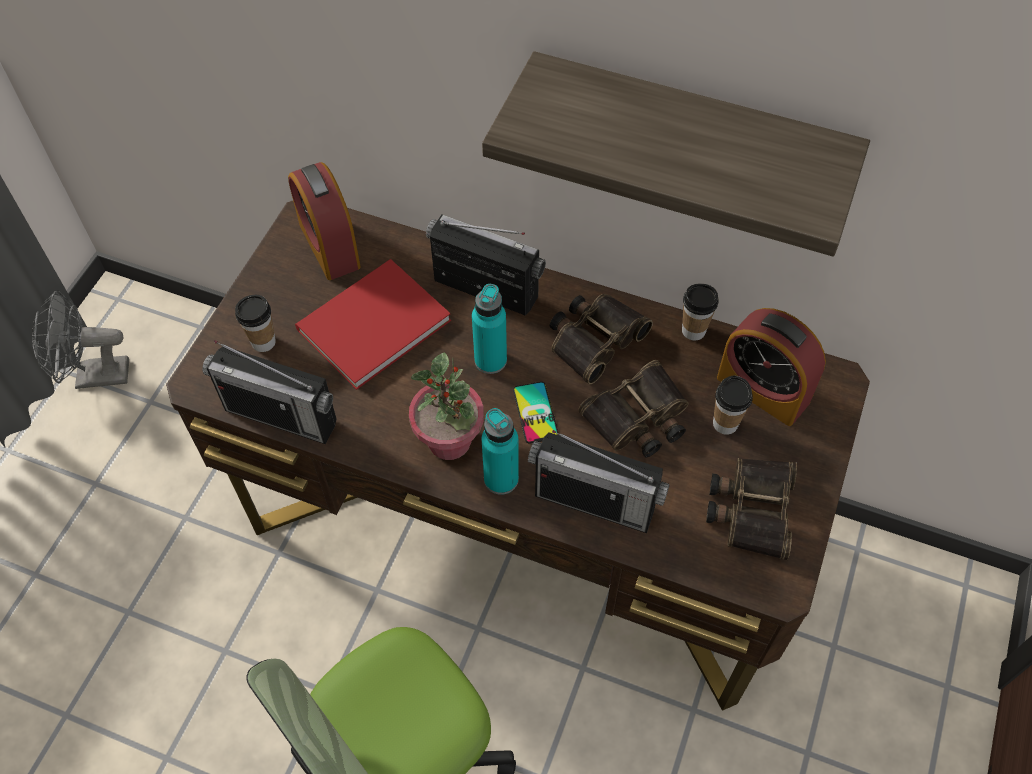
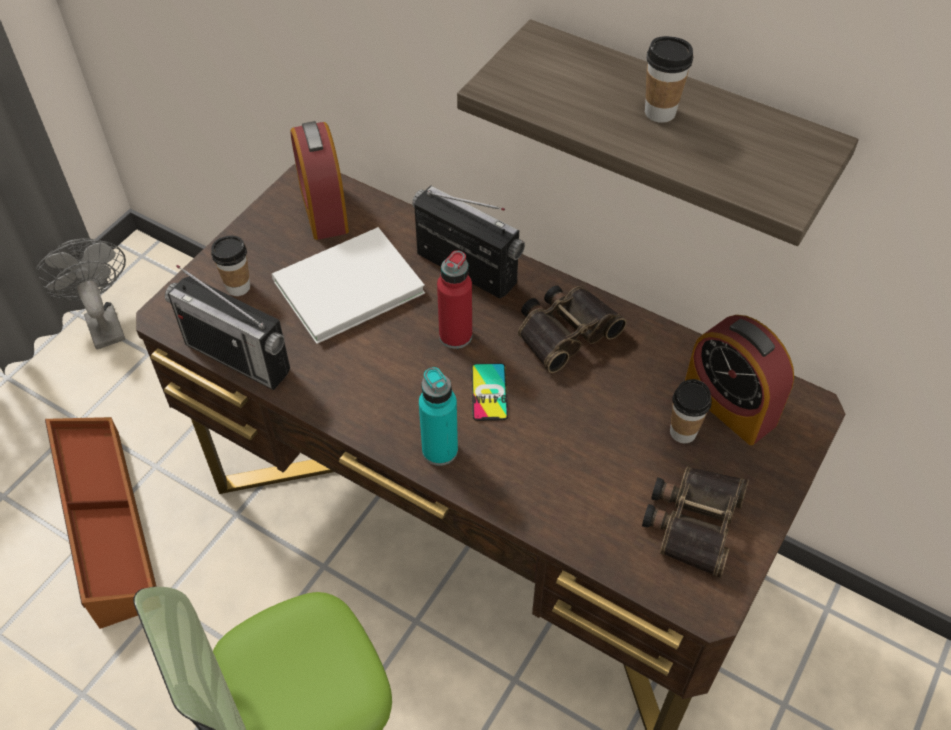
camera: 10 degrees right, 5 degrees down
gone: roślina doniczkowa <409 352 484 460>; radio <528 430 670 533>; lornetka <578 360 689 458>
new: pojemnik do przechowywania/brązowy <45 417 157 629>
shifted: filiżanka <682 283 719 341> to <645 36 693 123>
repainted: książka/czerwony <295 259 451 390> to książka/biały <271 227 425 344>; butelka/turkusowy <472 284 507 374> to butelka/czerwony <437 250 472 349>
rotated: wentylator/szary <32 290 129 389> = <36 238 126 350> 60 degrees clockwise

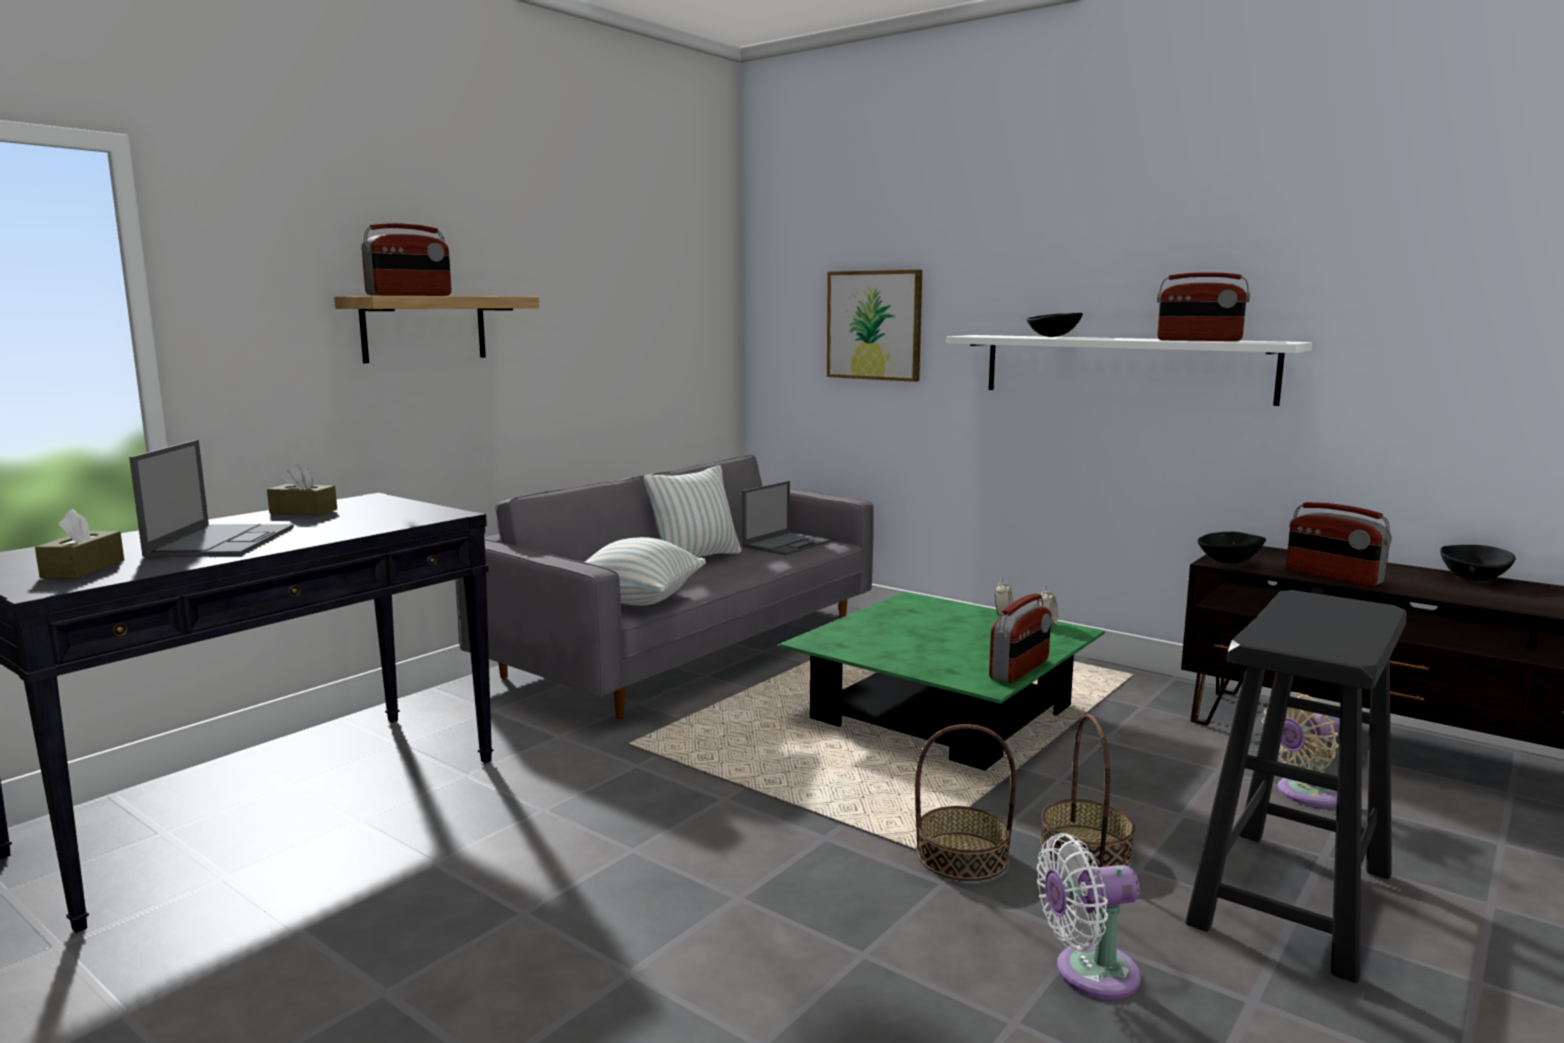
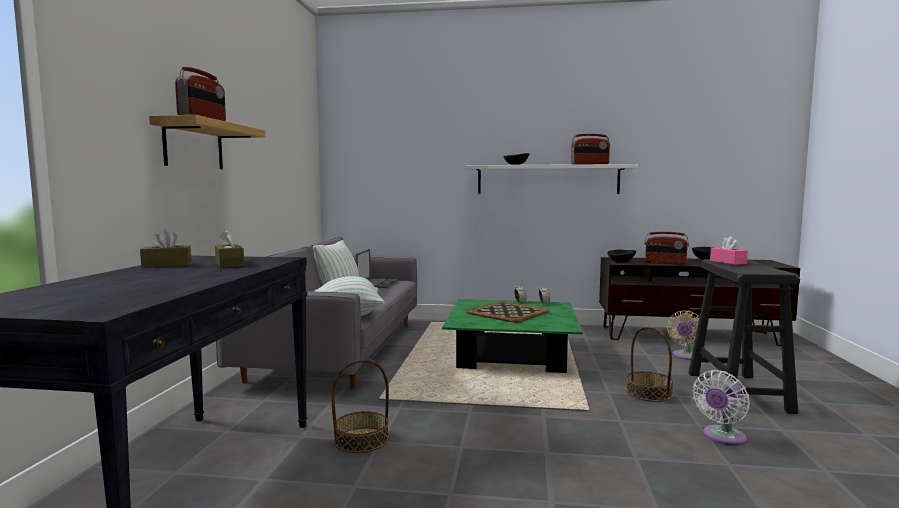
camera: 30 degrees left, 5 degrees down
gone: laptop <129 440 294 557>; obraz <827 270 922 382>; radio <989 593 1051 683>
new: taca <467 301 549 323>; pudełko chusteczek/różowy <710 236 748 265>
shifted: pudełko chusteczek/brązowy <35 509 124 579> to <215 229 244 268>; koszyk <915 724 1016 881> to <332 359 389 453>

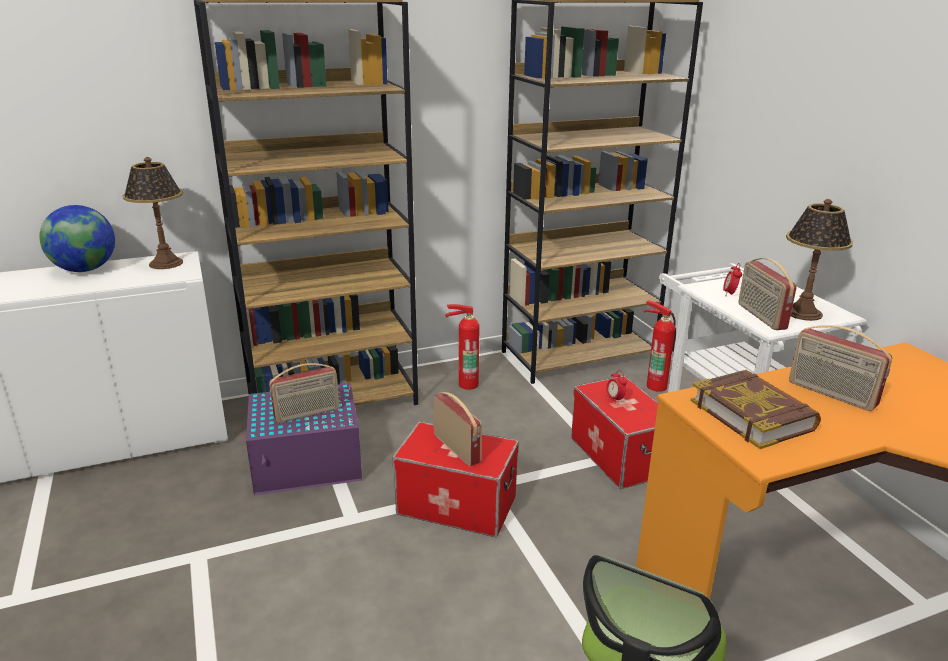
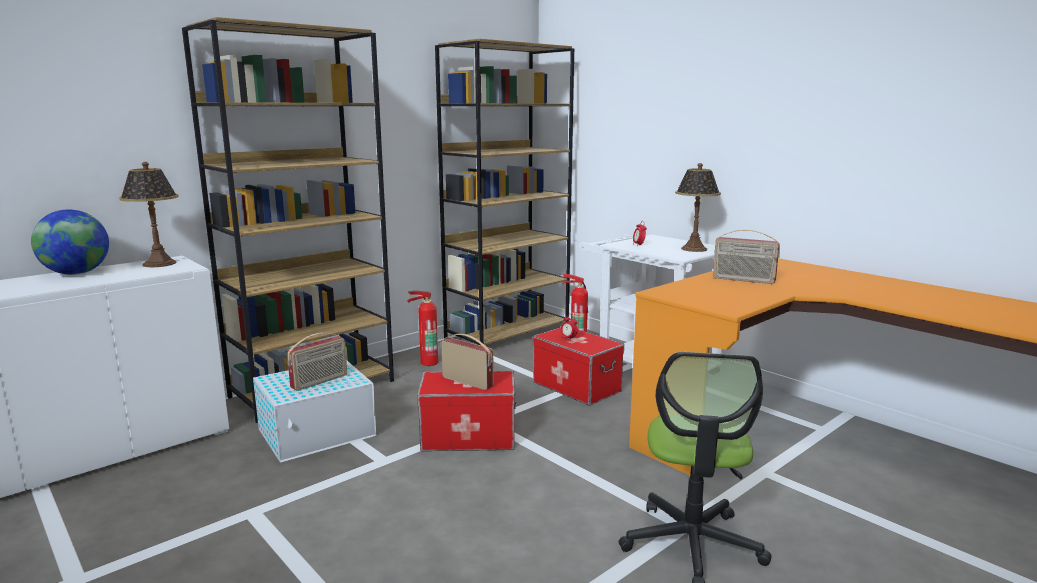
camera: 20 degrees left, 10 degrees down
gone: książka <691 370 821 449>; radio <738 258 797 330>
repainted: pojemnik do przechowywania/fioletowy <246 383 362 495> to pojemnik do przechowywania/biały <253 361 376 462>

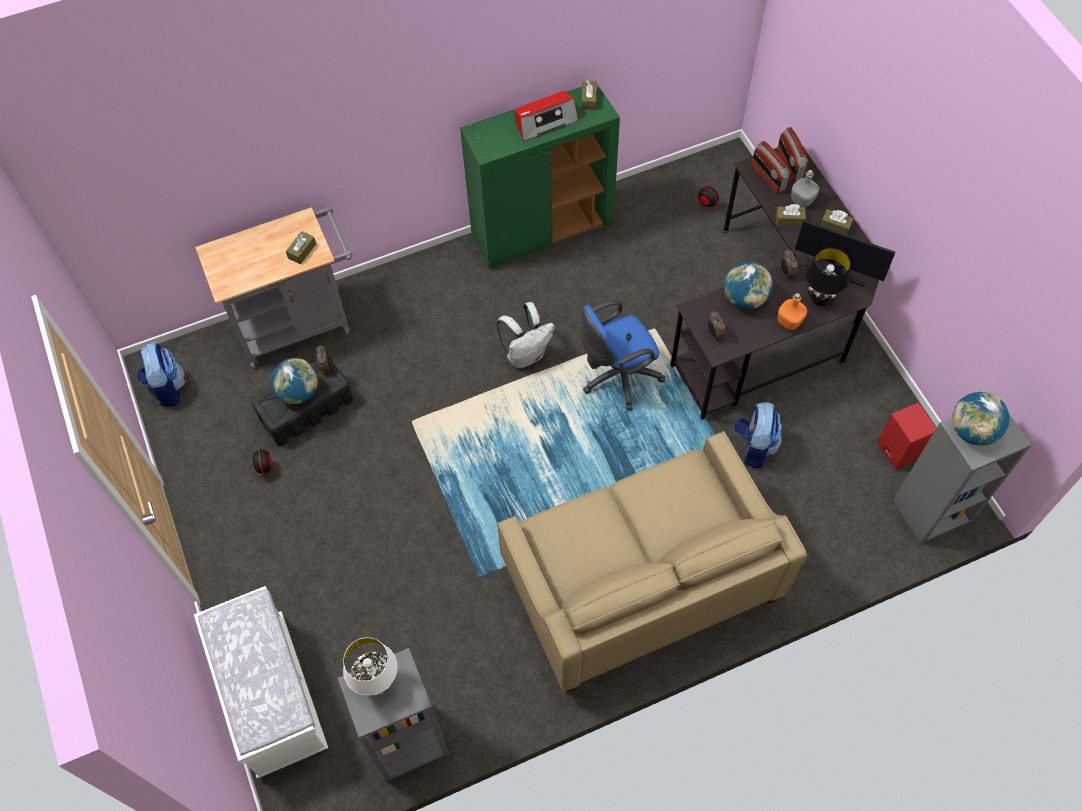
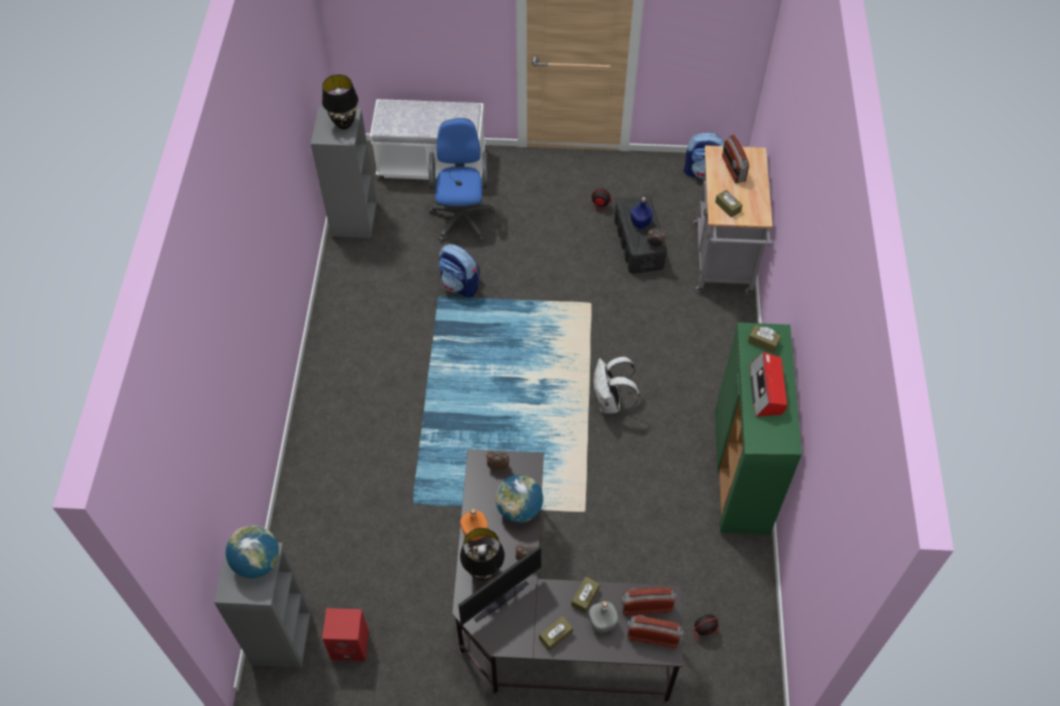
camera: 115 degrees right, 5 degrees down
gone: kanapa/beżowy <497 431 807 693>
new: radio <722 135 749 183>
shifted: krzesło biurowe/niebieski <581 300 665 411> to <429 118 495 242>; pudełko chusteczek/brązowy <582 81 597 110> to <748 325 781 353>; plecak <734 402 782 469> to <439 244 480 298>
swapped: globus <271 358 318 404> to butelka/niebieski <631 197 653 229>
repainted: lampa stołowa/biały <343 637 397 696> to lampa stołowa/czarny <322 75 358 129>

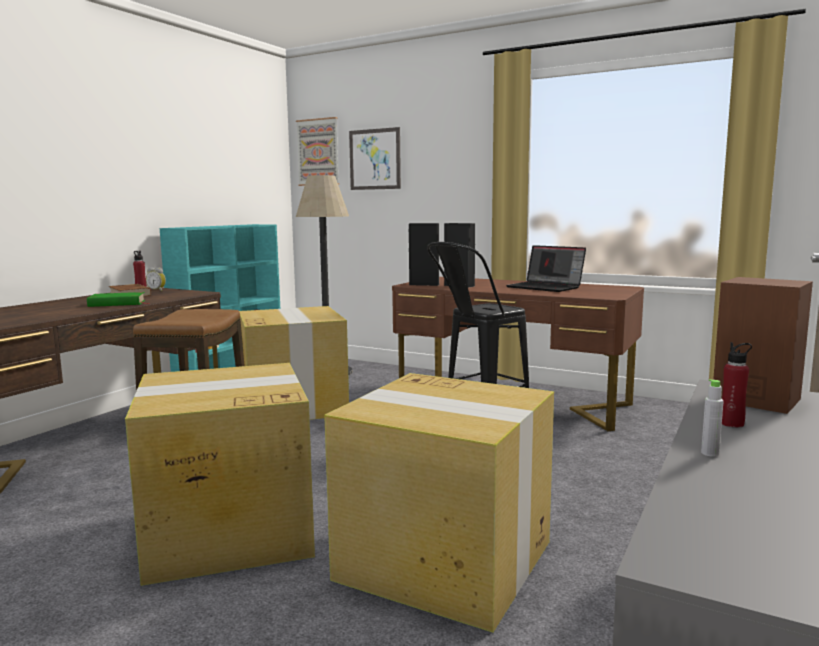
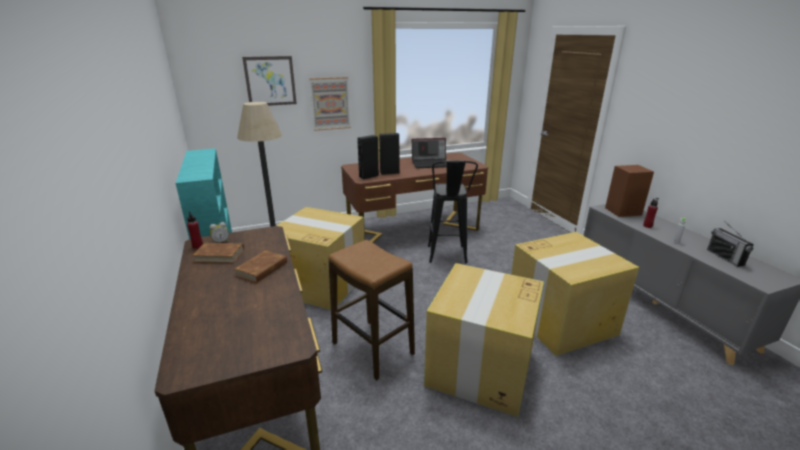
camera: 50 degrees left, 15 degrees up
new: radio <707 220 754 267>
shifted: obraz <296 117 339 186> to <309 77 351 131>
repainted: książka/zielony <87 292 150 307> to książka/brązowy <235 250 288 283>

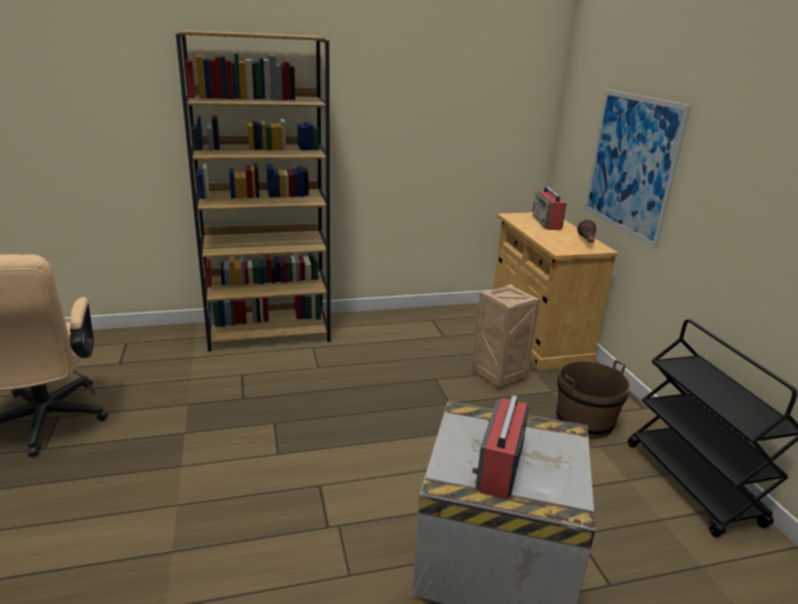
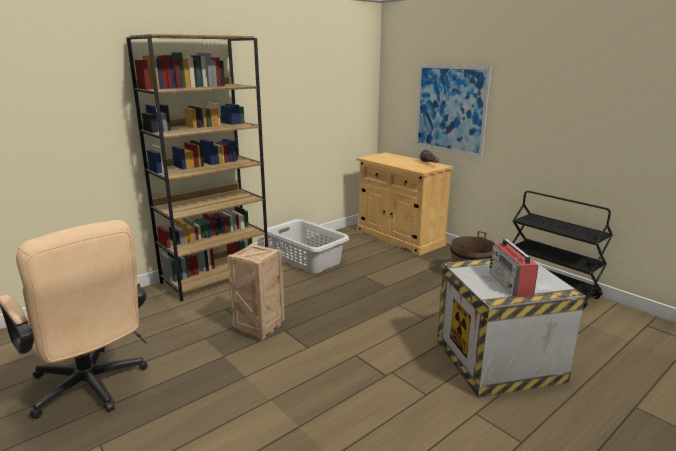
camera: 25 degrees left, 5 degrees down
gone: radio <532 186 566 230>
new: kosz na pranie/szary <267 219 349 273>
shifted: skrzynka <471 284 540 390> to <227 243 285 340>

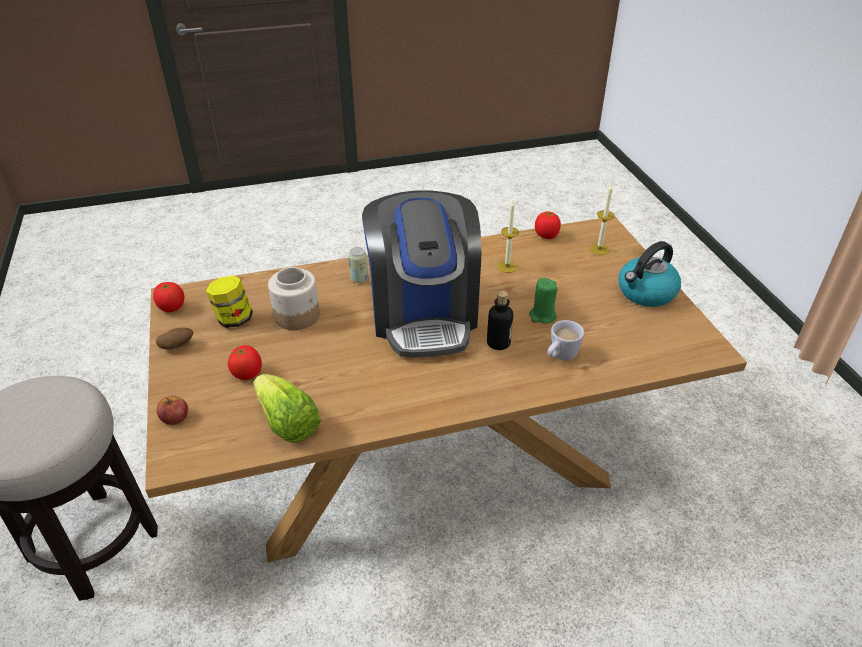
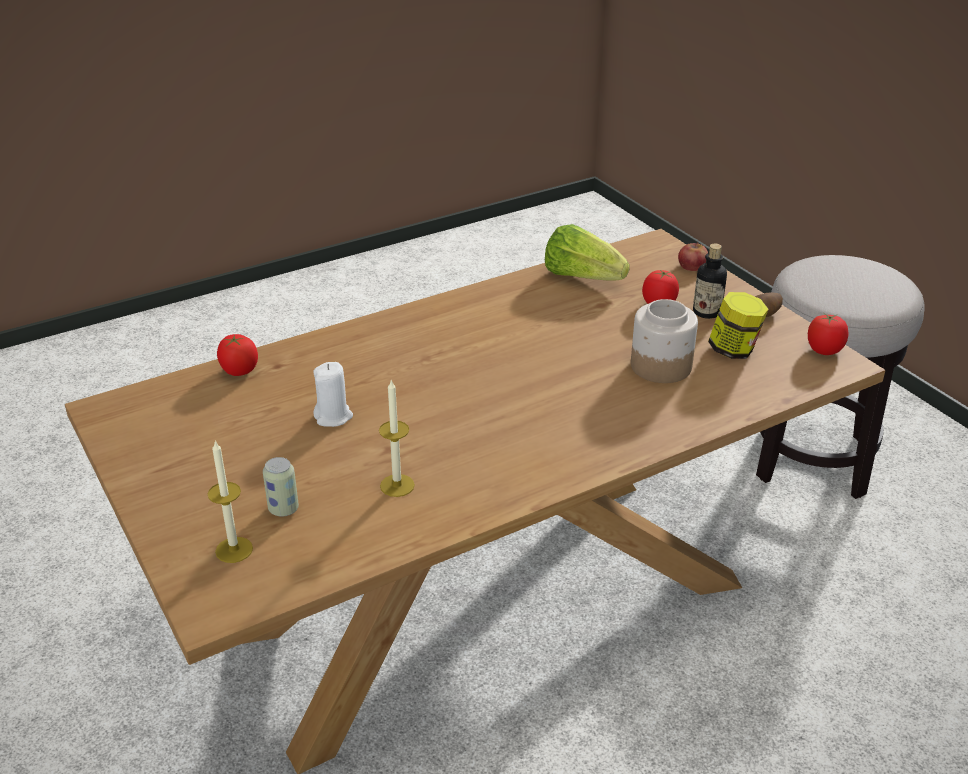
camera: 165 degrees right, 5 degrees down
gone: ekspres do kawy <362 190 481 357>; kubek/biały <547 320 584 360>; czajnik <618 241 681 307>
shifted: puszka <348 247 368 283> to <263 457 299 517>; butelka <487 291 513 350> to <693 244 727 319>; pomidor <535 211 561 239> to <217 334 258 376>
repainted: świeca/zielony <529 278 558 324> to świeca/biały <313 362 353 427>

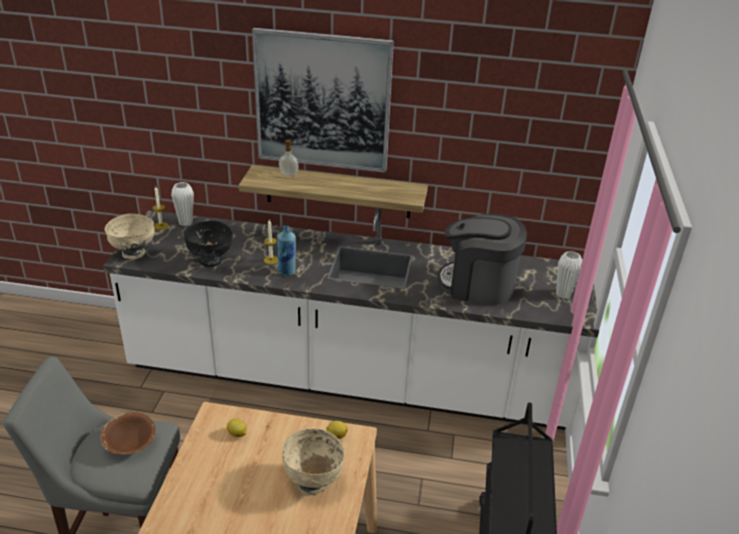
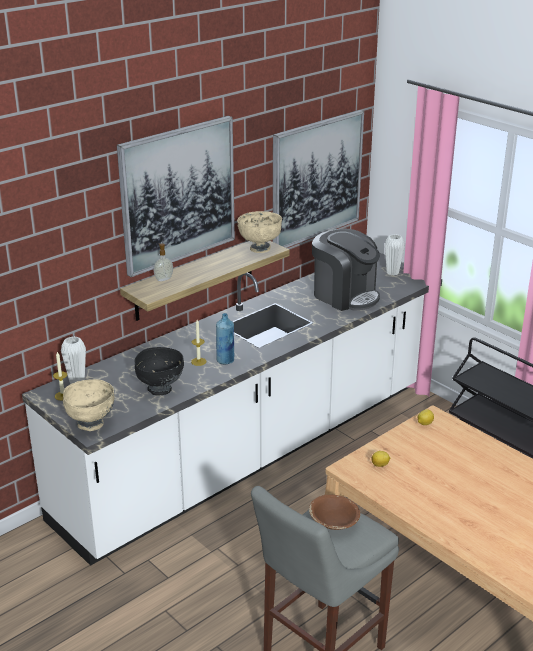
camera: 50 degrees left, 5 degrees down
new: obraz <273 110 364 248>
shifted: miska/beżowy <283 428 345 495> to <237 211 282 253>
rotated: ekspres do kawy <437 214 527 305> = <312 228 380 311> 105 degrees counterclockwise

